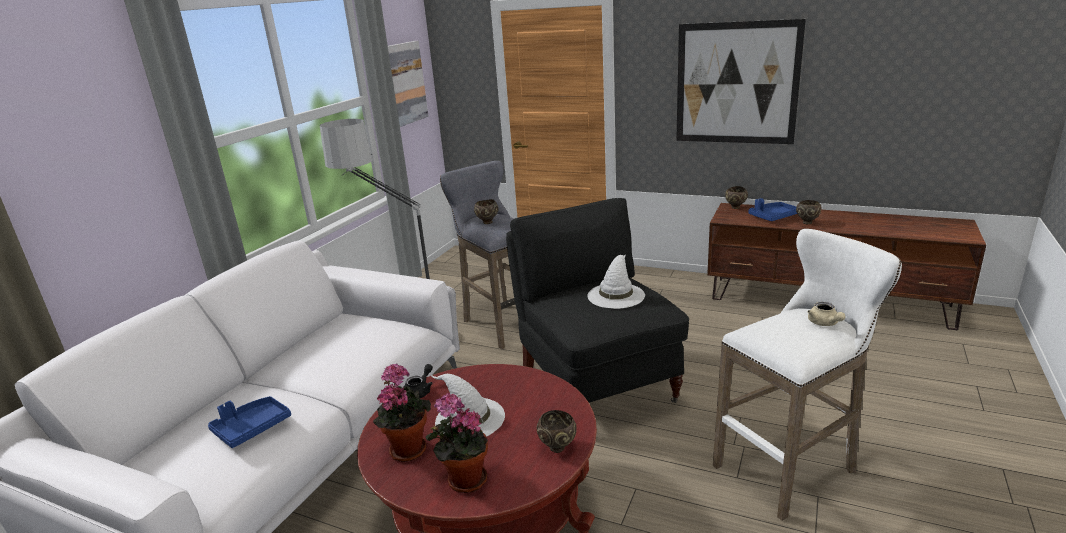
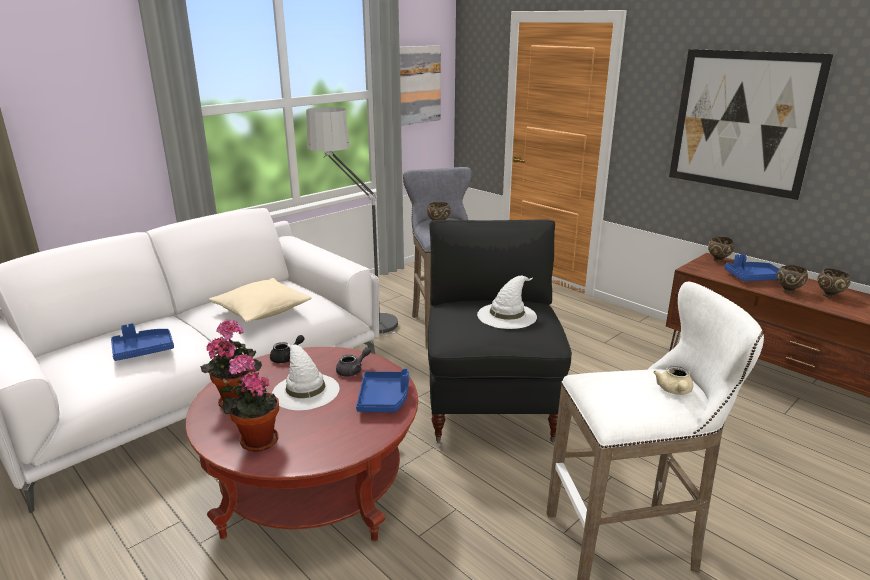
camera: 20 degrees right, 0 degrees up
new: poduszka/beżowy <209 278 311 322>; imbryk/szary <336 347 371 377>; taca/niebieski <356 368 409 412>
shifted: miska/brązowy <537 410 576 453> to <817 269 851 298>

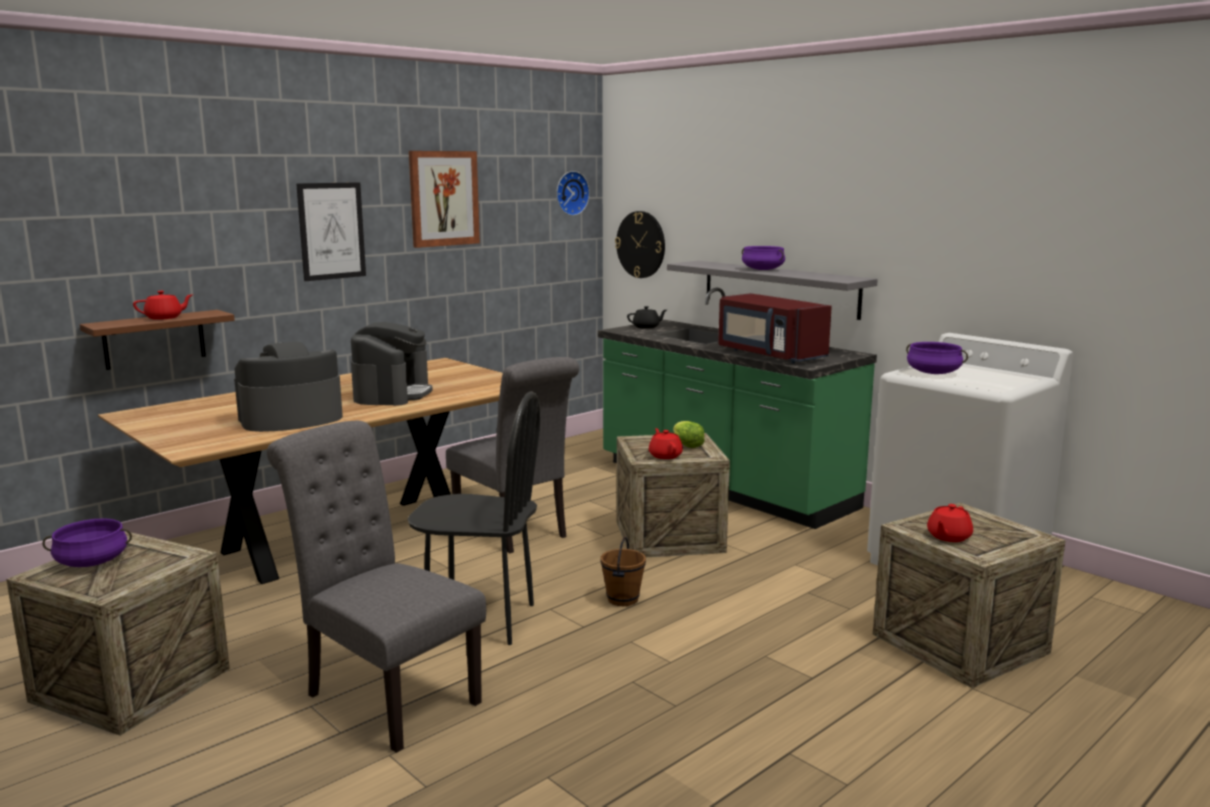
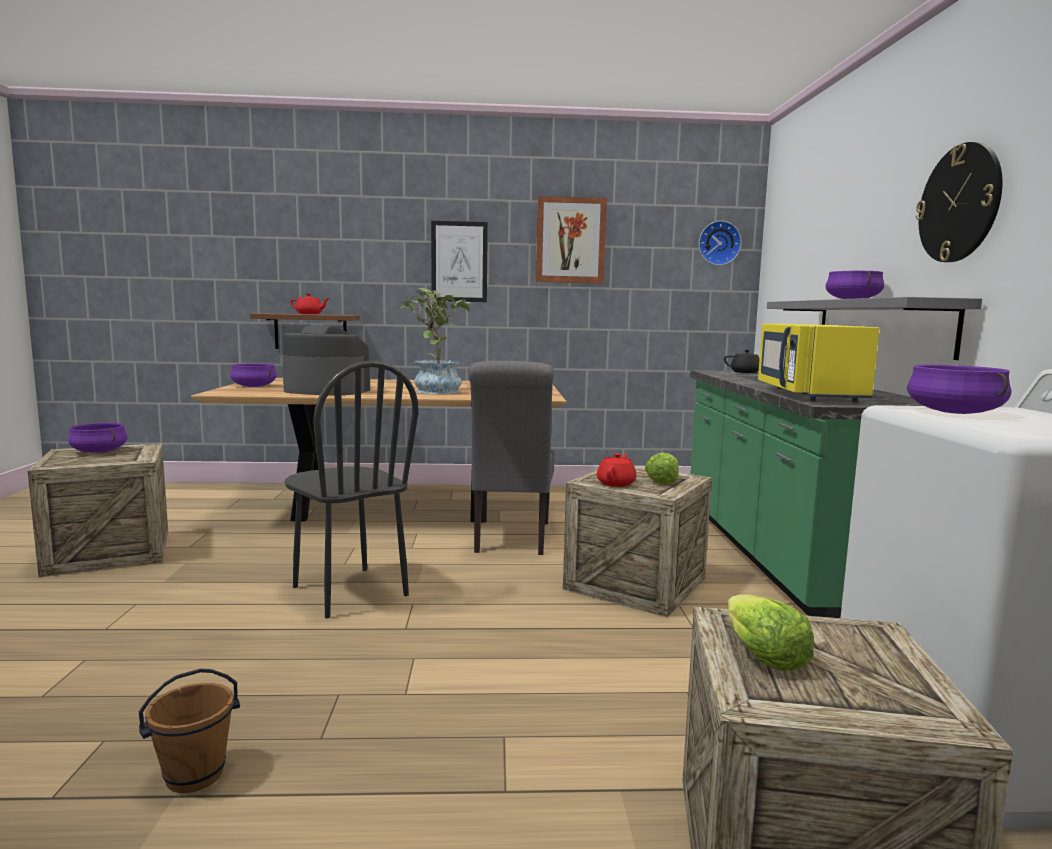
camera: 40 degrees right, 5 degrees down
gone: krzesło/szary <267 421 486 753>
new: garnek/fioletowy <230 363 277 387>
shifted: wiadro/brązowy <600 537 646 606> to <139 669 240 793>; zegar ścienny <615 211 665 278> to <916 142 1003 262>
swapped: ekspres do kawy <351 322 432 406> to roślina doniczkowa <395 288 470 394>; imbryk/czerwony <927 504 973 542> to sałata <727 594 814 671>
repainted: mikrofalówka/czerwony <718 293 832 363> to mikrofalówka/żółty <758 324 880 402>

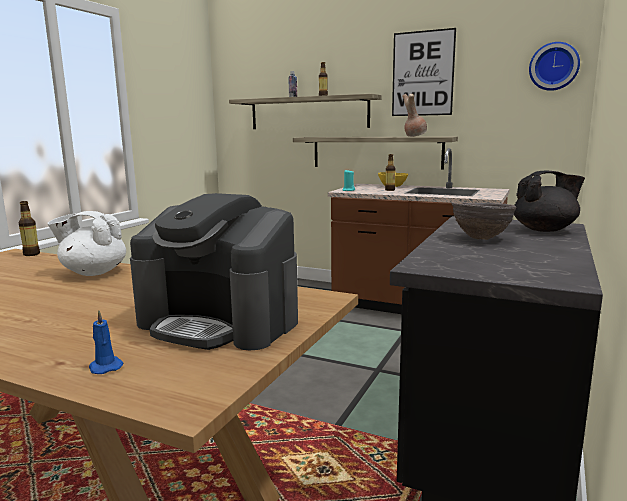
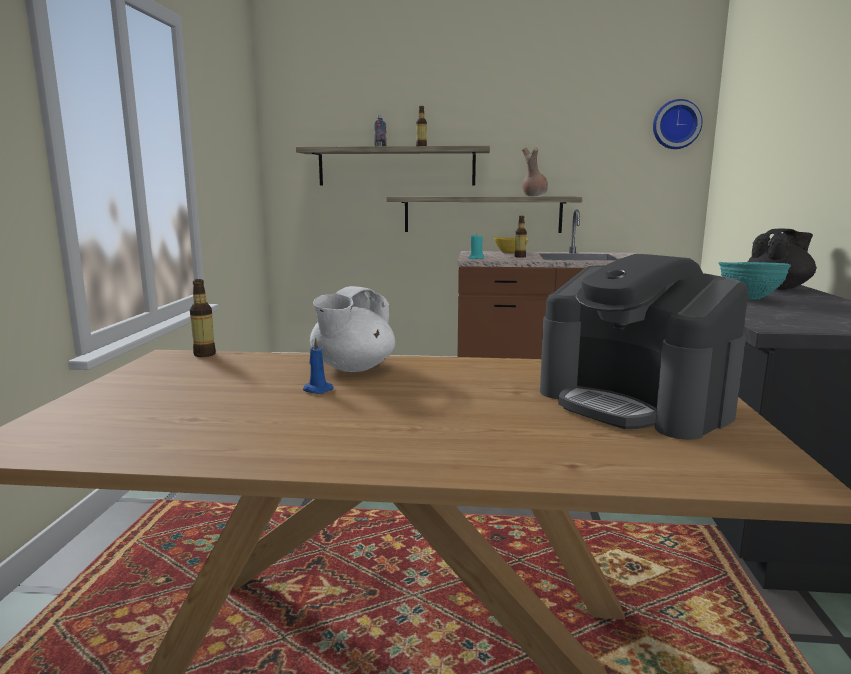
camera: 20 degrees left, 0 degrees up
gone: obraz <392 28 456 116>
shifted: świeca/niebieski <89 310 124 374> to <303 337 334 394>
repainted: miska/brązowy <452 202 516 240> to miska/turkusowy <719 262 791 300>
rotated: imbryk/biały <47 211 126 276> = <310 286 395 372> 45 degrees counterclockwise; ekspres do kawy <130 193 298 350> = <540 254 749 440> 45 degrees clockwise

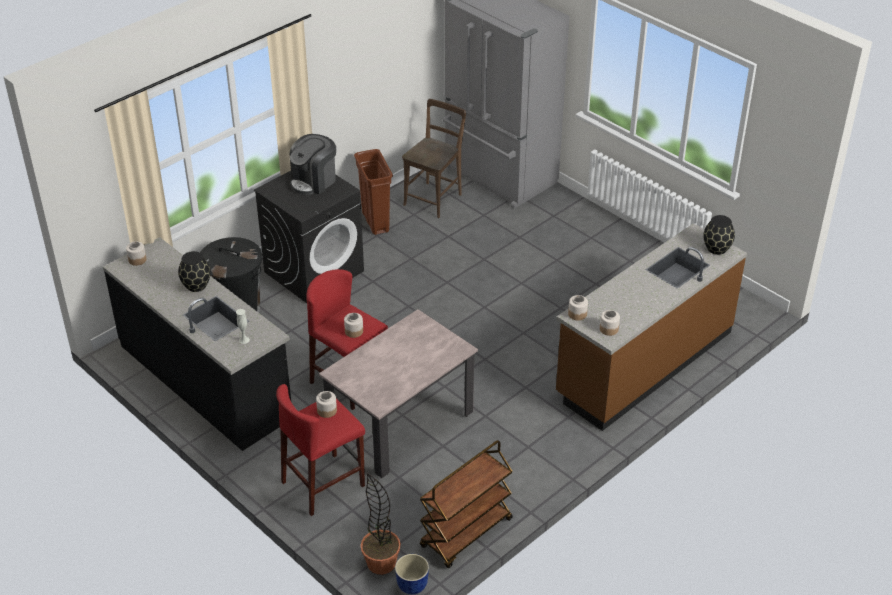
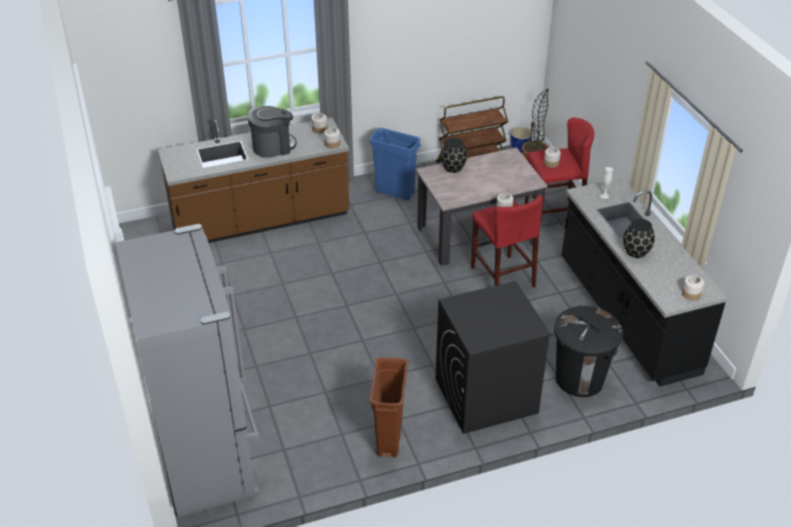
camera: 155 degrees left, 0 degrees up
gone: krzesło/brązowy <402 99 466 218>
new: kosz na śmieci/niebieski <369 128 421 201>
shifted: ekspres do kawy <290 134 336 195> to <248 106 297 158>; wazon/czarny <703 215 735 255> to <440 138 467 173>

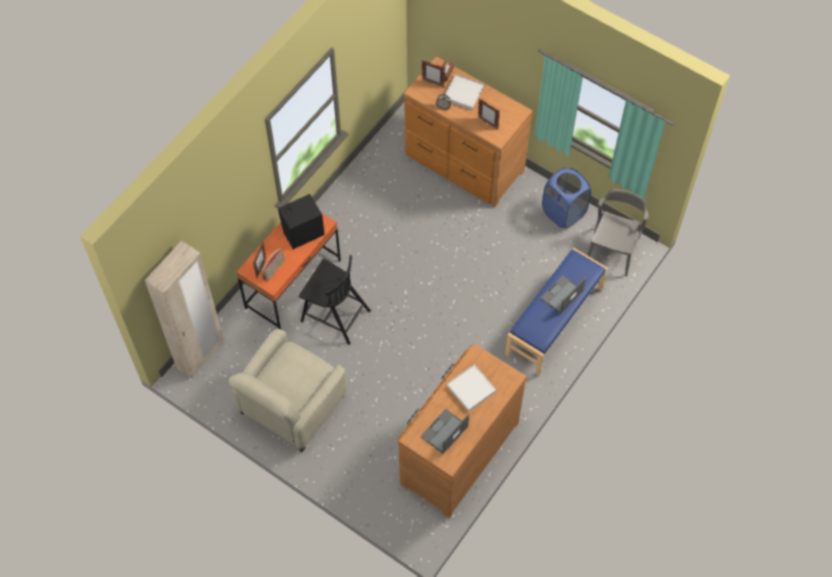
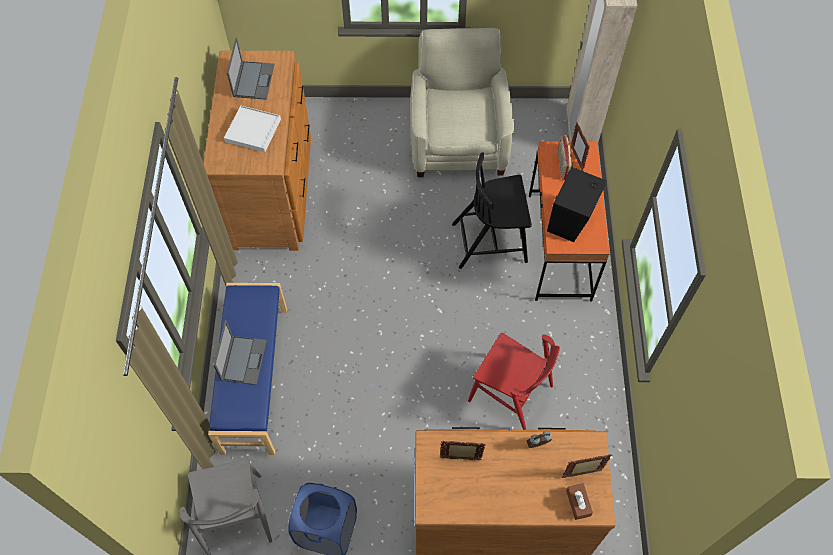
camera: 145 degrees right, 0 degrees up
gone: taca/biały <444 74 484 110>
new: krzesło/czerwony <468 333 560 430>

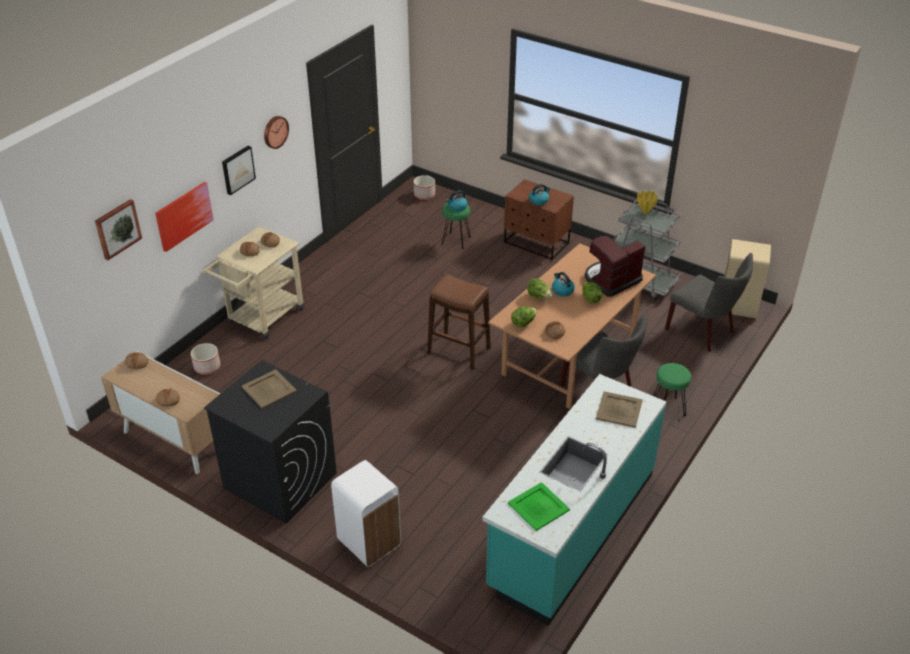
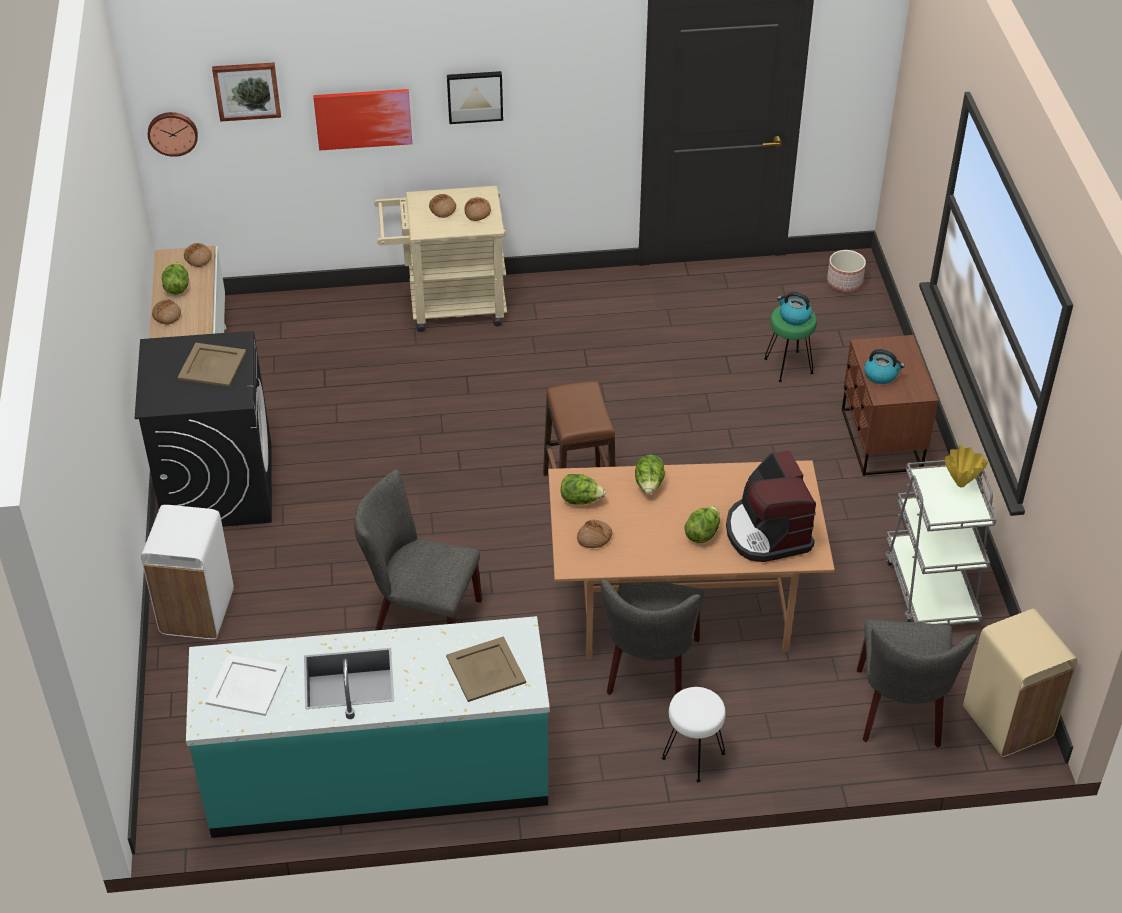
camera: 50 degrees right, 5 degrees up
gone: donica <191 343 220 374>; czajnik <552 272 575 297>
new: sałata <162 263 189 295>; krzesło/szary <354 469 482 631>
shifted: zegar ścienny <264 116 289 149> to <148 112 198 157>
repainted: taca/zielony <508 482 570 531> to taca/biały <206 654 287 716>; stołek/zielony <653 363 691 416> to stołek/biały <662 687 726 783>
rotated: ekspres do kawy <585 236 645 297> = <726 450 816 562> 120 degrees counterclockwise

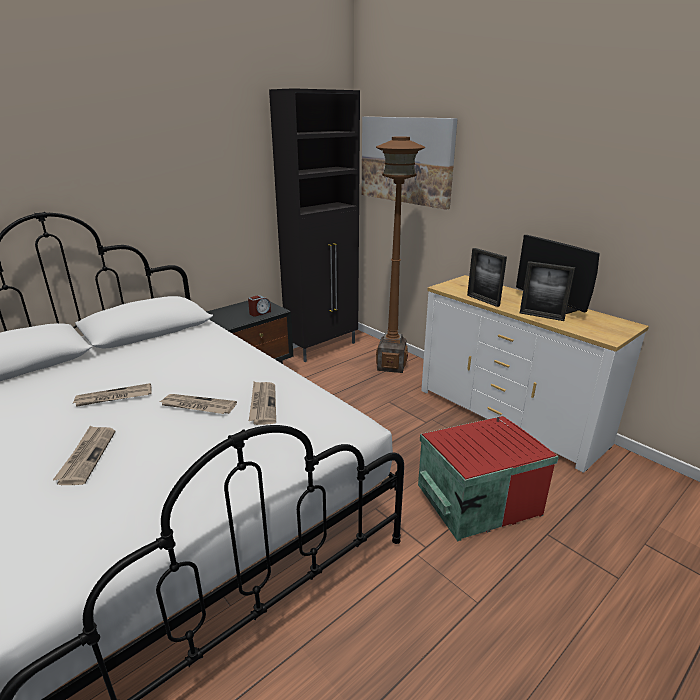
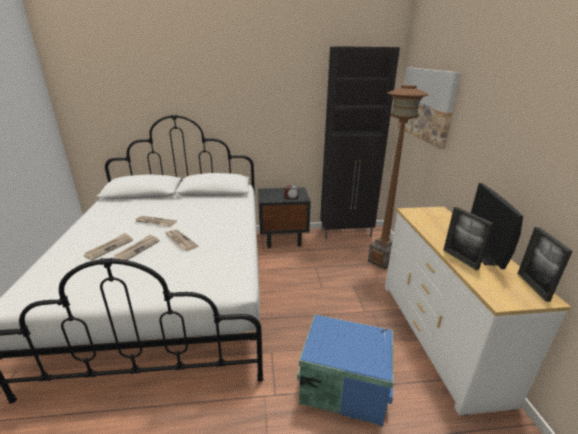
camera: 35 degrees right, 0 degrees up
shifted: gazeta <249 382 276 425> to <113 234 160 260>; ramka na zdjęcie <467 248 507 307> to <517 227 573 302>
repainted: pojemnik do przechowywania/czerwony <418 416 559 541> to pojemnik do przechowywania/niebieski <297 315 394 427>

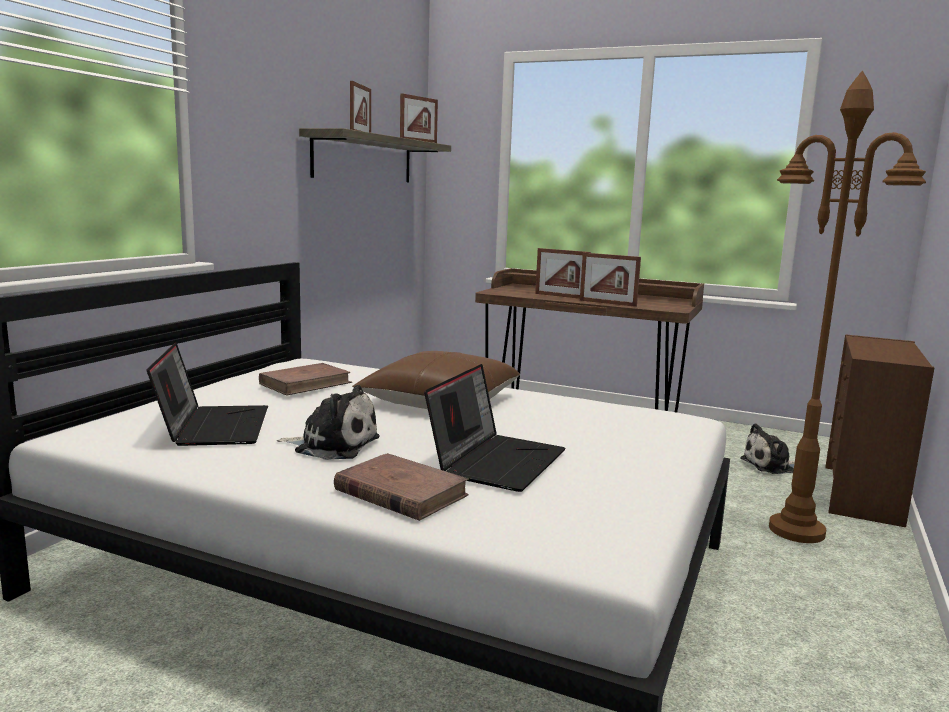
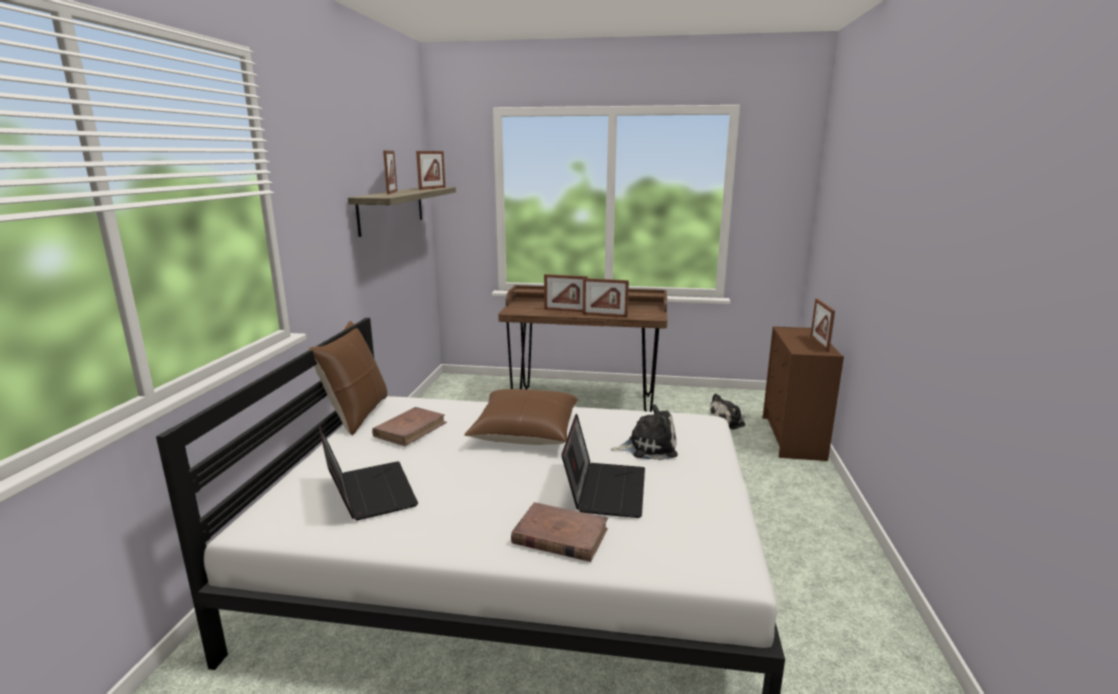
camera: 15 degrees left, 5 degrees up
gone: lampa stojąca/brązowy <769 71 926 543>
new: poduszka/brązowy <309 321 387 435>; ramka na zdjęcie <810 298 835 352>
shifted: pluszak <277 385 379 460> to <611 404 678 460>

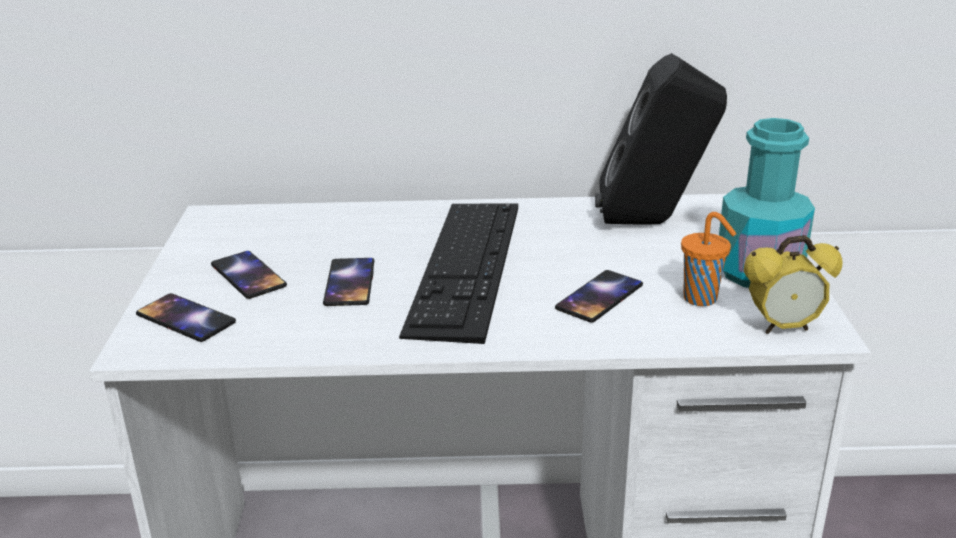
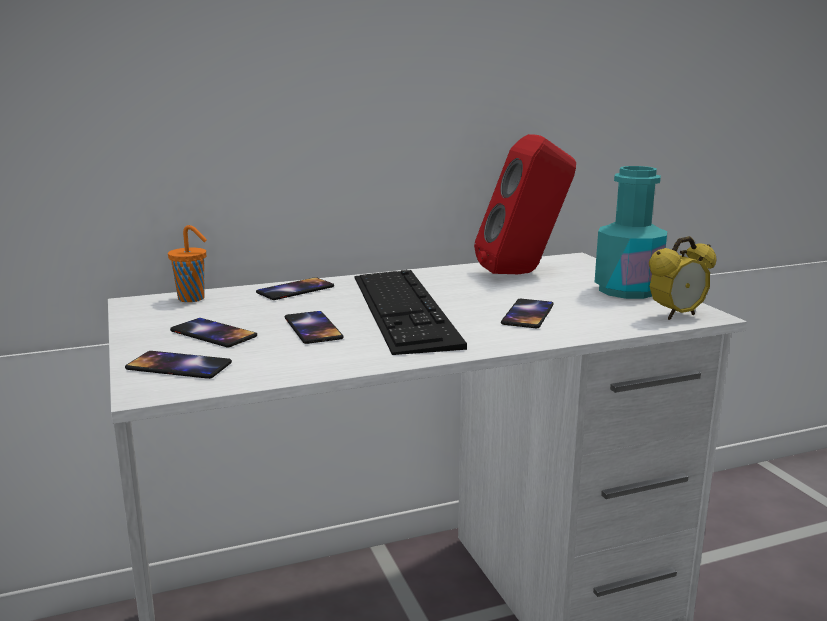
camera: 20 degrees left, 10 degrees down
new: telefon <256 277 334 300>
shifted: filiżanka/pomarańczowy <681 212 736 306> to <168 225 207 302>
repainted: głośnik/czarny <595 53 727 225> to głośnik/czerwony <474 134 576 274>

